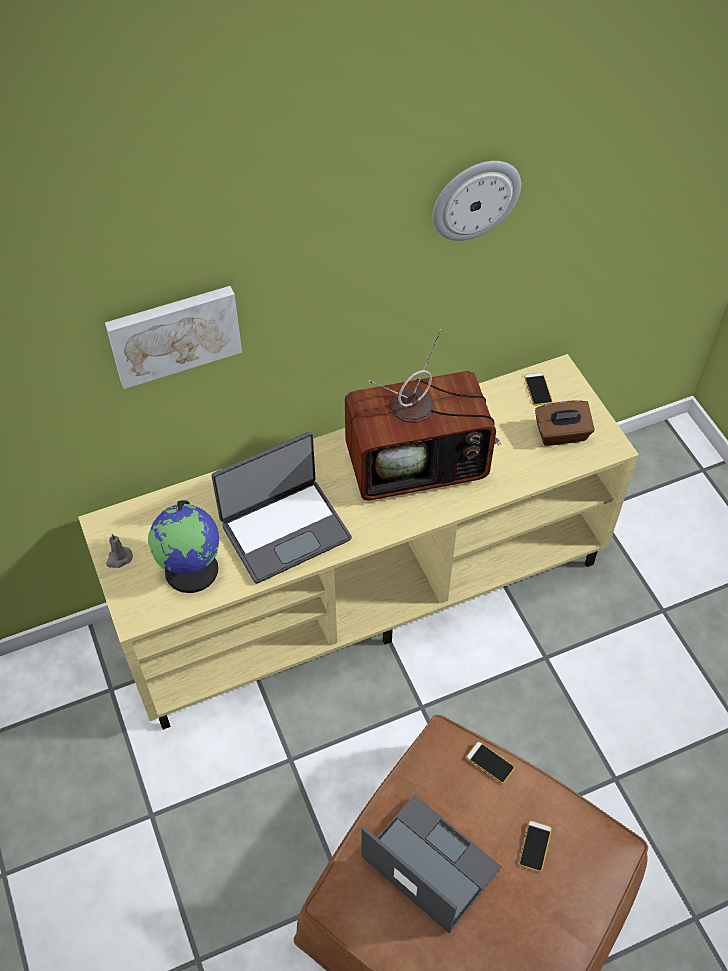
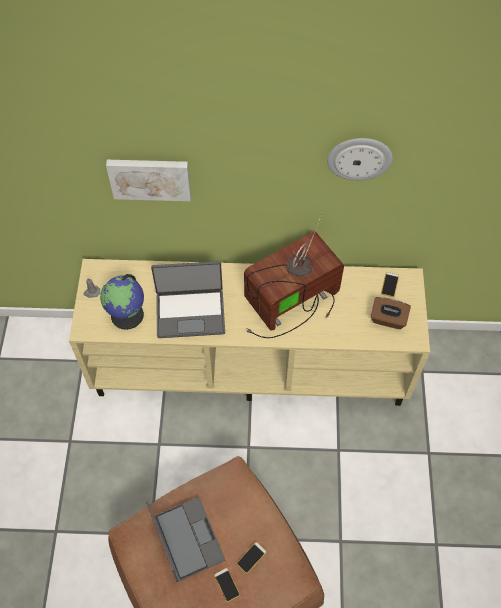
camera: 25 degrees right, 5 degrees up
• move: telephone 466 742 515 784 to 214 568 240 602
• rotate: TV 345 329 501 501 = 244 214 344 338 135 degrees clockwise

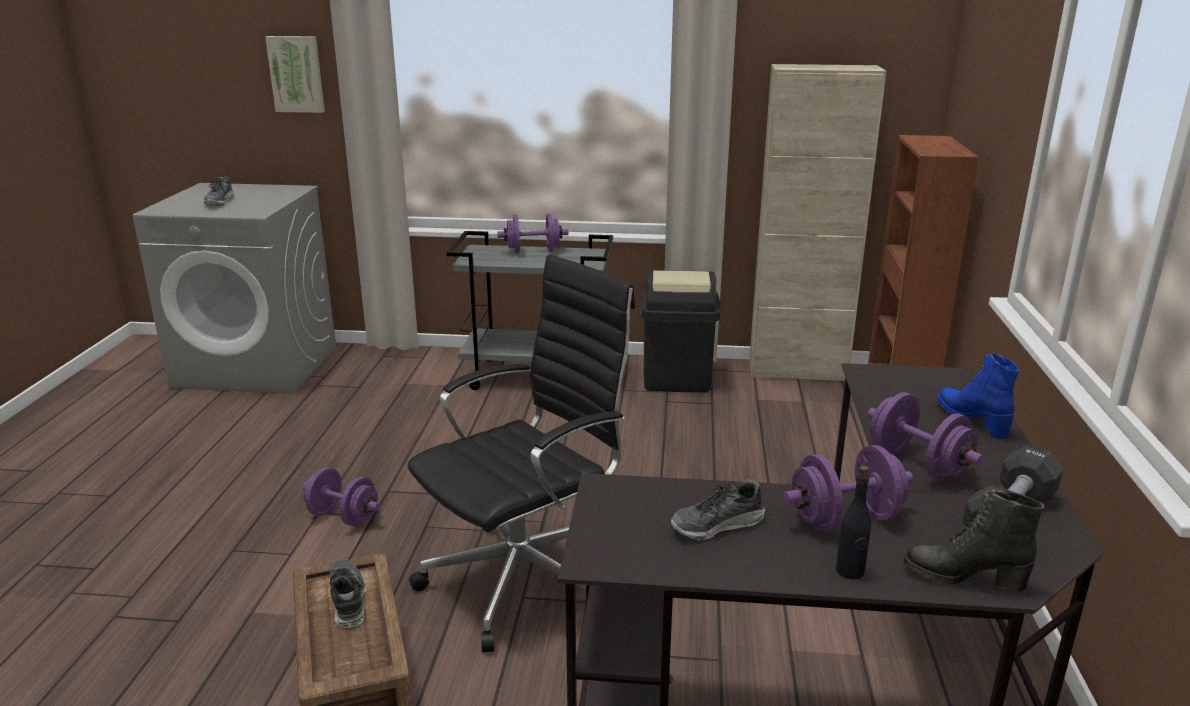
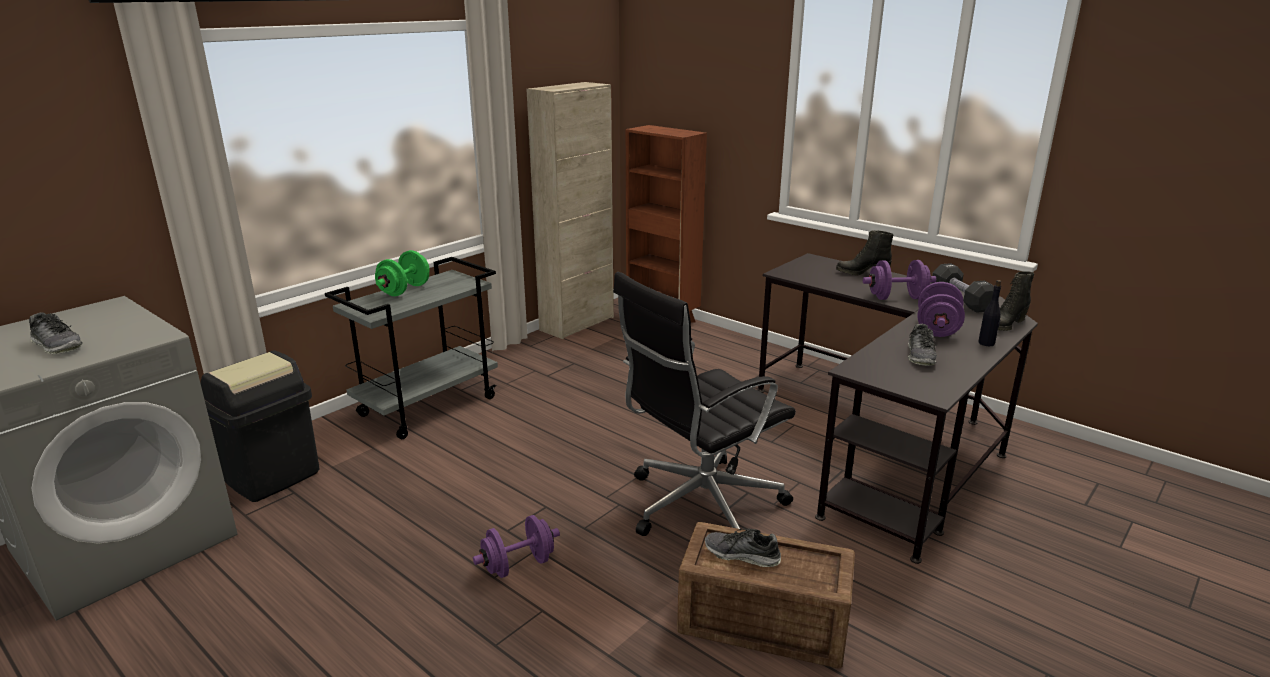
camera: 55 degrees left, 0 degrees up
• delete: picture 265 36 325 113
• move: trash can (black) 640 270 720 392 to 200 350 320 502
• recolor: free weight (purplish) 497 213 569 253 to free weight (greenish) 375 250 429 296
• recolor: high-top boot (blue) 937 353 1019 439 to high-top boot (black) 836 230 894 275
• rotate: computer chair (black) 408 255 635 652 = 613 272 796 536 120 degrees counterclockwise

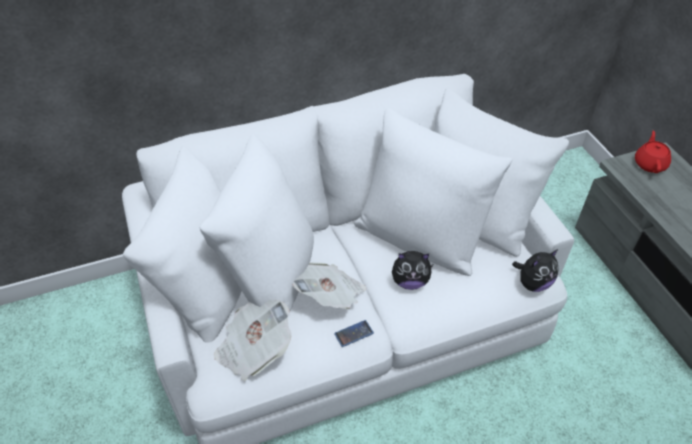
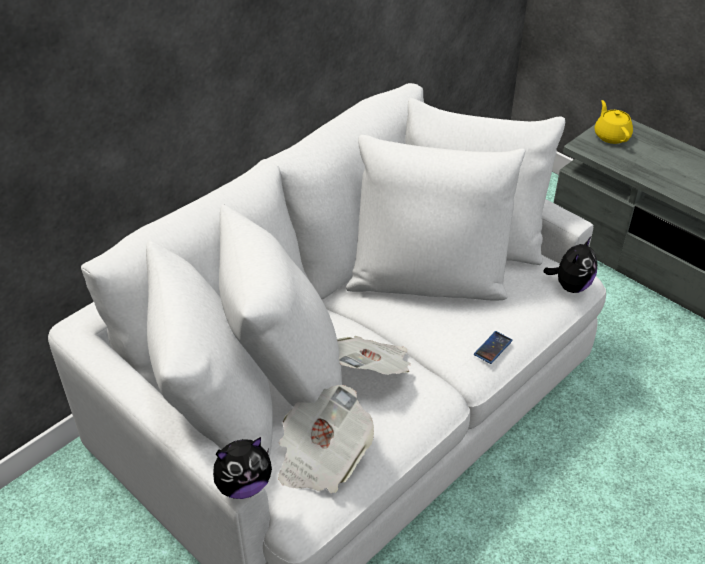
camera: 25 degrees left, 5 degrees down
• move: telephone 334 320 374 347 to 474 331 512 364
• move: plush toy 392 251 433 290 to 213 437 272 499
• recolor: pot for tea (red) 635 130 671 173 to pot for tea (yellow-coloured) 595 100 633 144

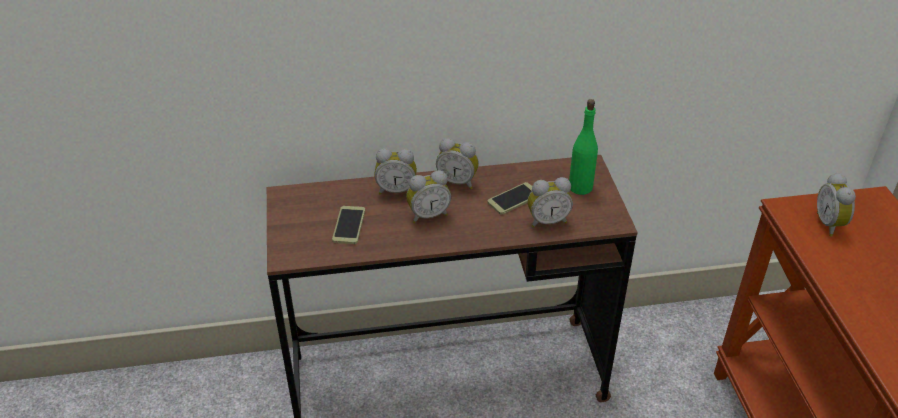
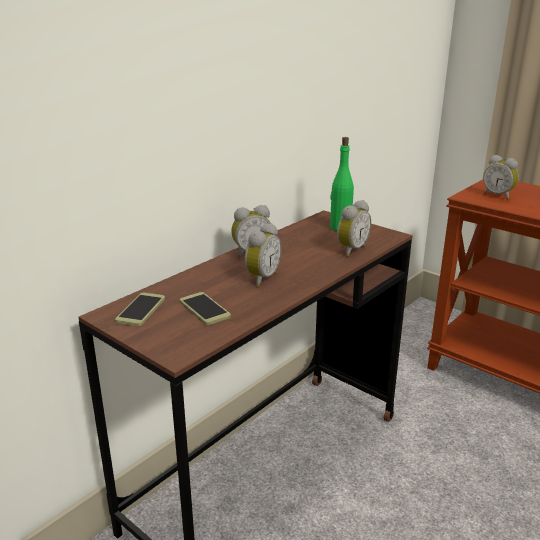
camera: 40 degrees left, 15 degrees down
• delete: alarm clock 374 148 417 194
• move: telephone 487 182 532 215 to 115 293 165 326

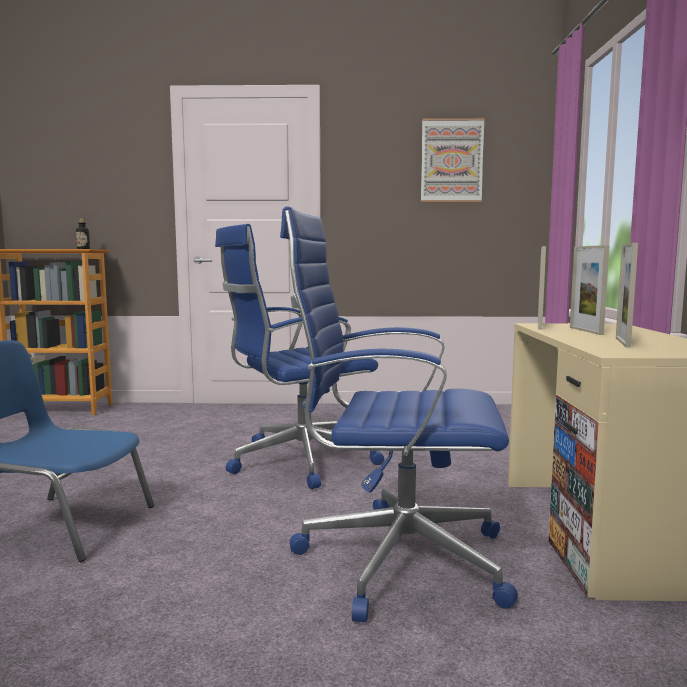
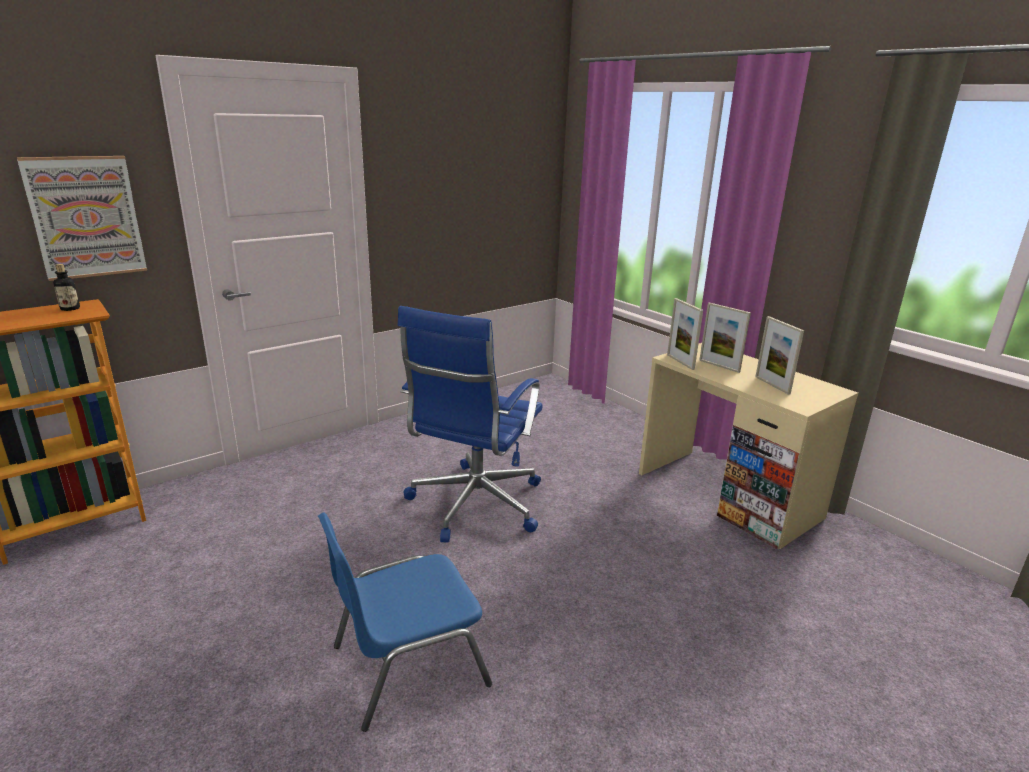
camera: 40 degrees left, 15 degrees up
• delete: computer chair (blue) 280 206 518 622
• move: picture 421 118 485 202 to 17 156 147 281

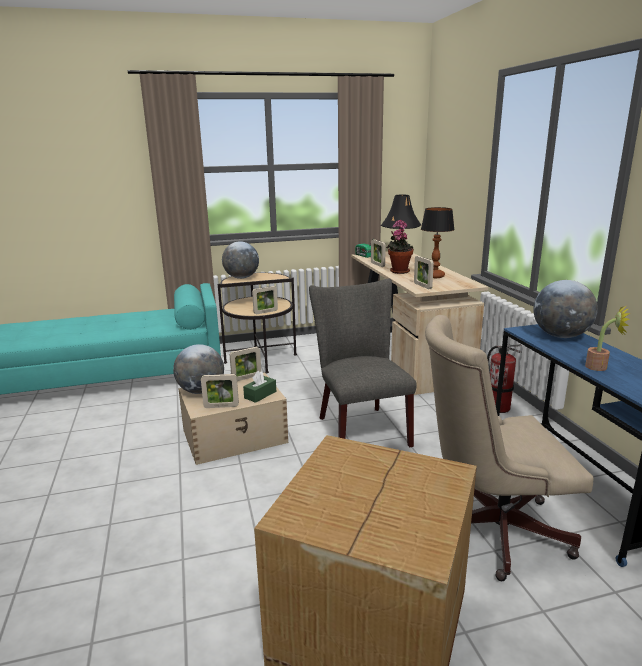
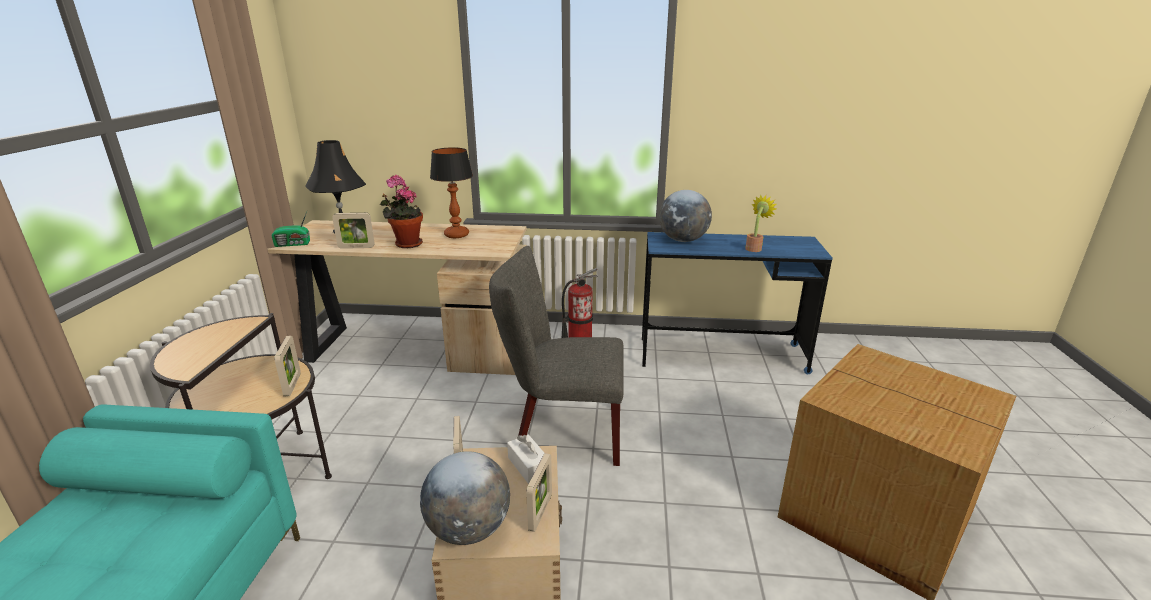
camera: 70 degrees left, 5 degrees up
• delete: world globe 222 241 259 279
• delete: standing frame 414 256 434 289
• delete: computer chair (beige-coloured) 425 315 594 581
• recolor: tissue box (greenish) 243 371 276 403 to tissue box (whitish) 507 435 544 484

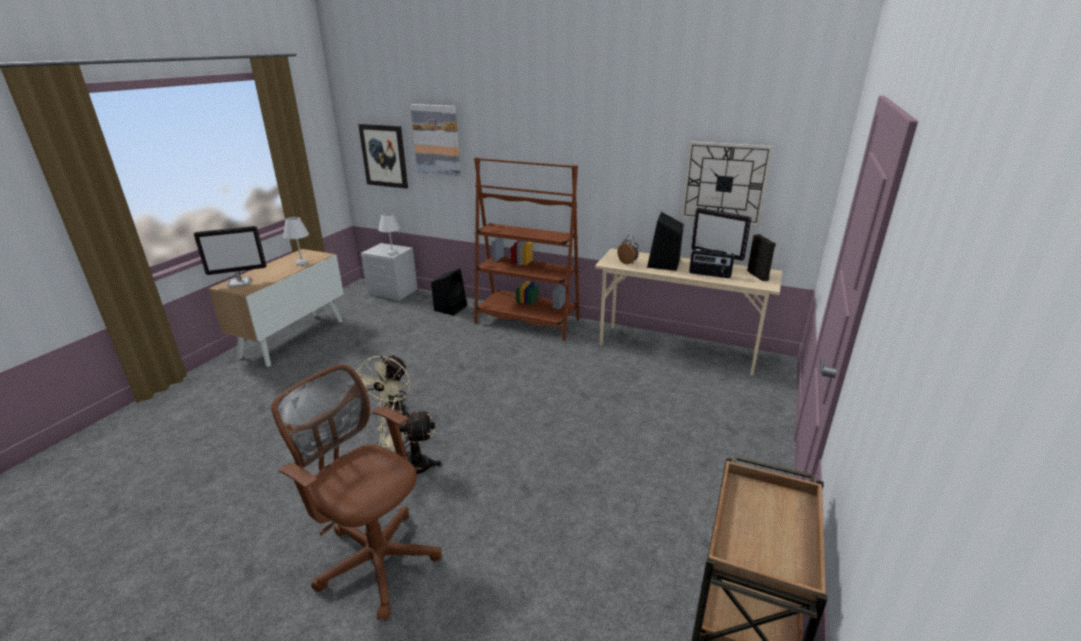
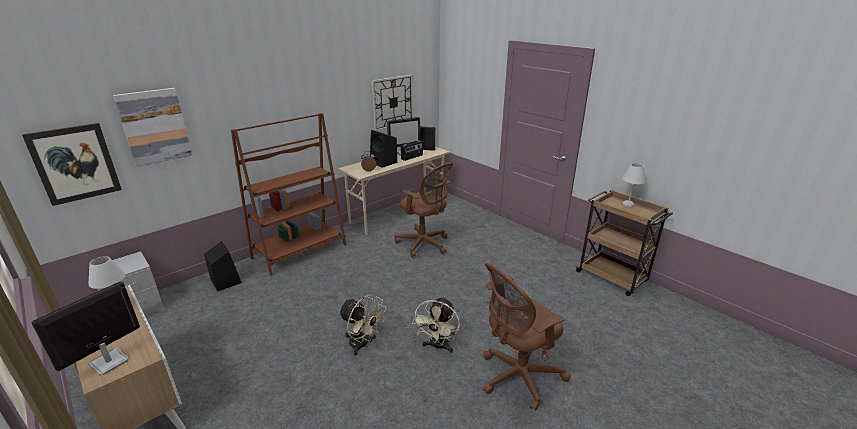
camera: 65 degrees left, 0 degrees up
• insert: computer chair (brownish) 394 163 453 257
• move: tabletop lamp (whitish) 378 213 400 255 to 622 163 646 207
• rotate: computer display 194 226 267 287 = 31 281 140 376 150 degrees counterclockwise

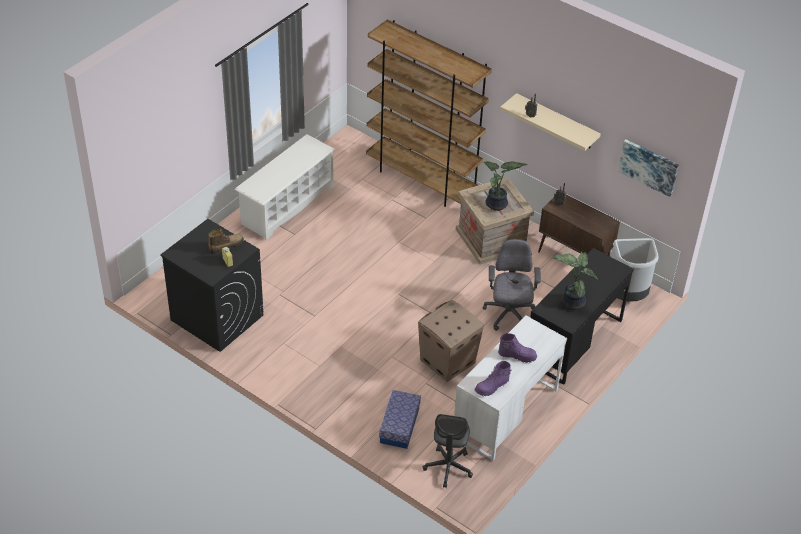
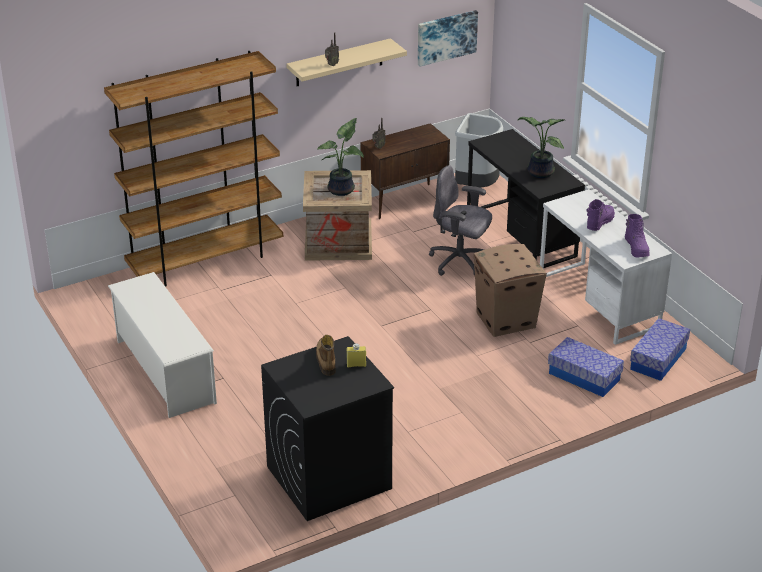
camera: 65 degrees left, 10 degrees down
• replace: computer chair (gray) 423 414 473 488 to storage container 630 318 690 381

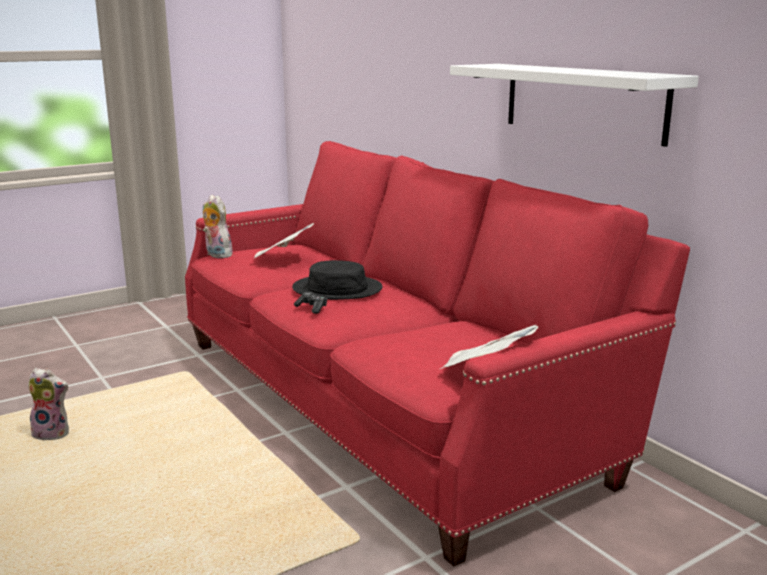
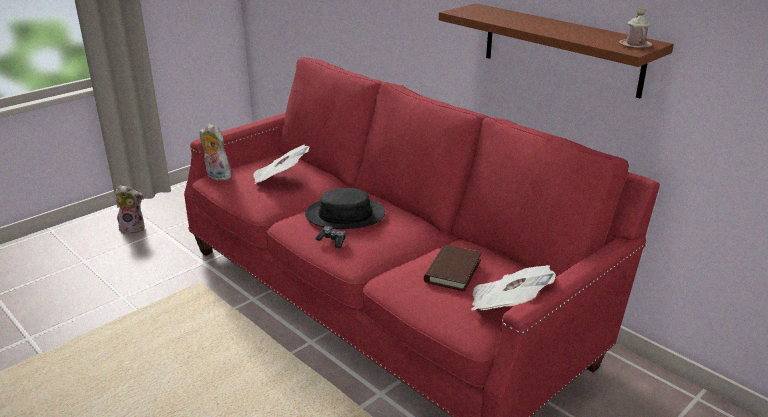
camera: 10 degrees left, 10 degrees up
• insert: bound book (brownish) 424 245 482 291
• insert: coffee mug (pink) 619 7 653 48
• move: plush toy 28 368 69 440 to 115 185 144 234
• recolor: shelf (whitish) 450 64 699 147 to shelf (brownish) 439 3 674 98

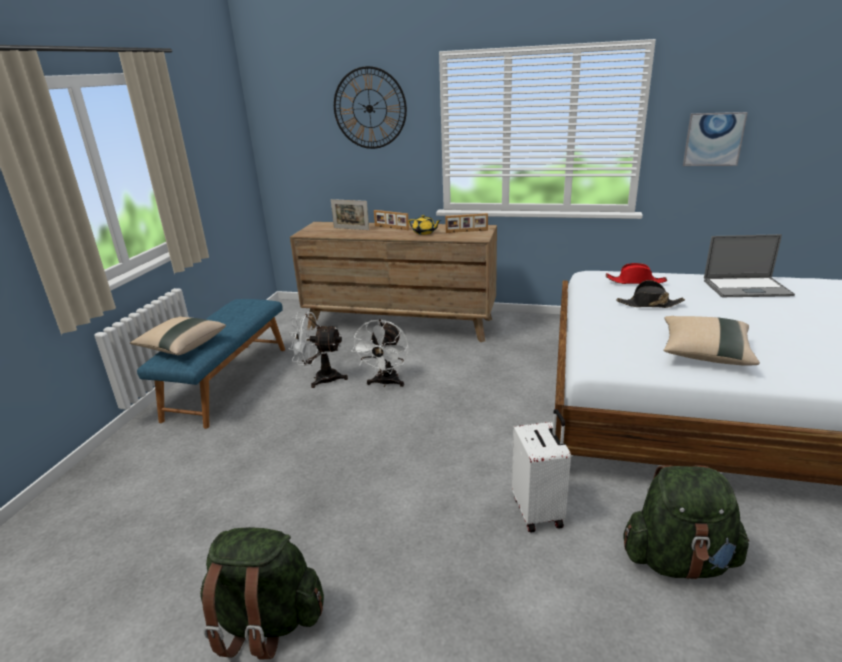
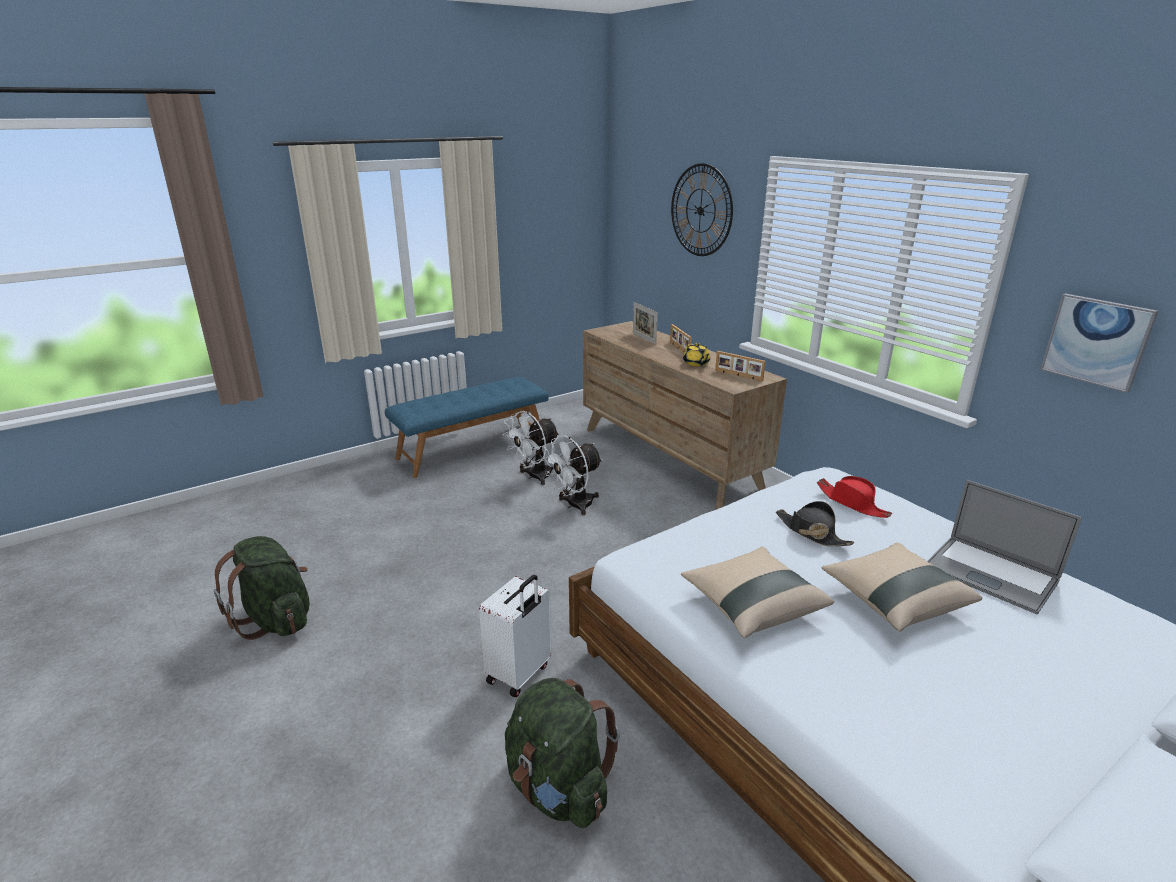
camera: 40 degrees right, 0 degrees up
• move: throw pillow (beige-coloured) 130 316 226 355 to 822 543 982 632
• rotate: fan (whitish) 288 312 348 388 = 504 411 559 485 90 degrees counterclockwise

